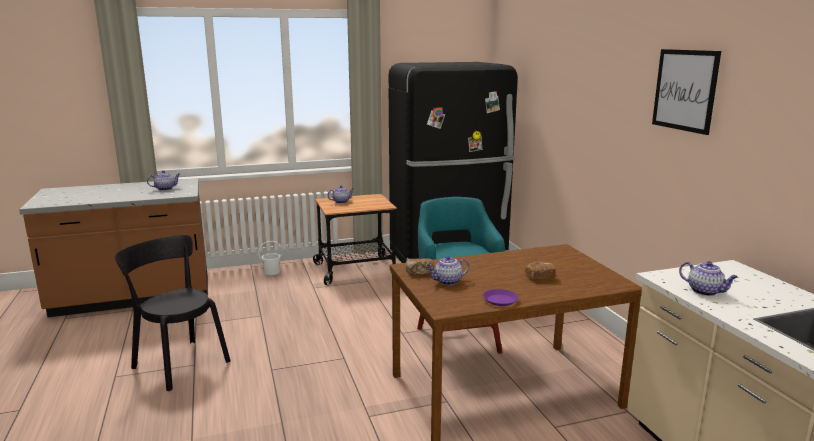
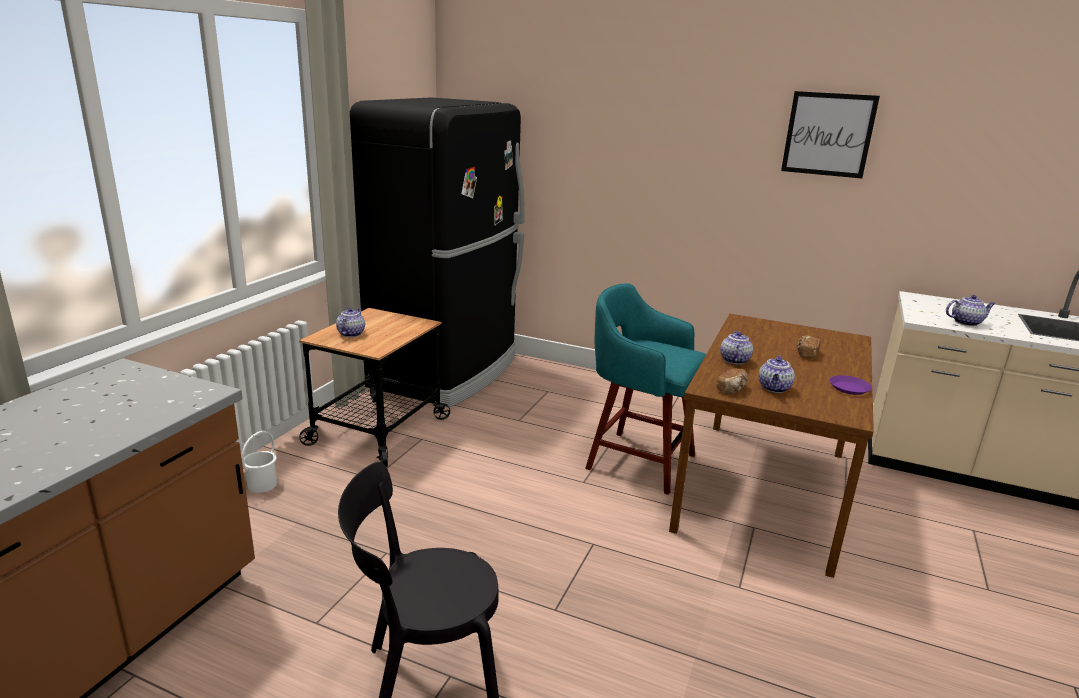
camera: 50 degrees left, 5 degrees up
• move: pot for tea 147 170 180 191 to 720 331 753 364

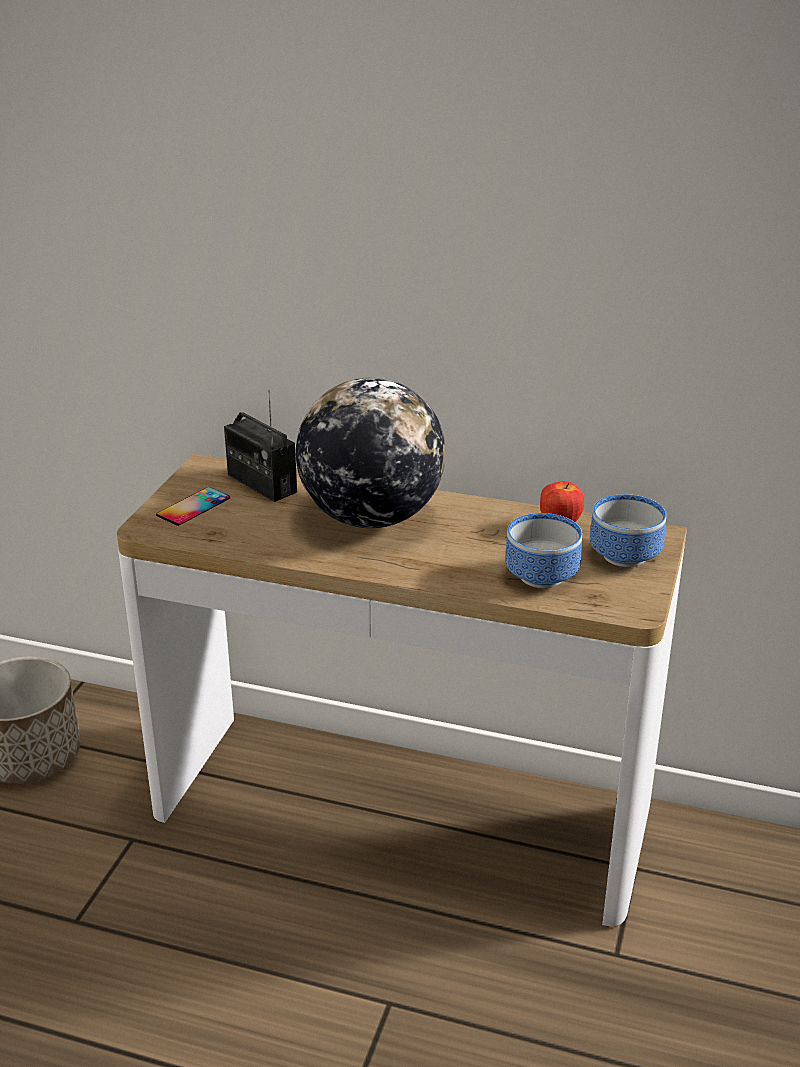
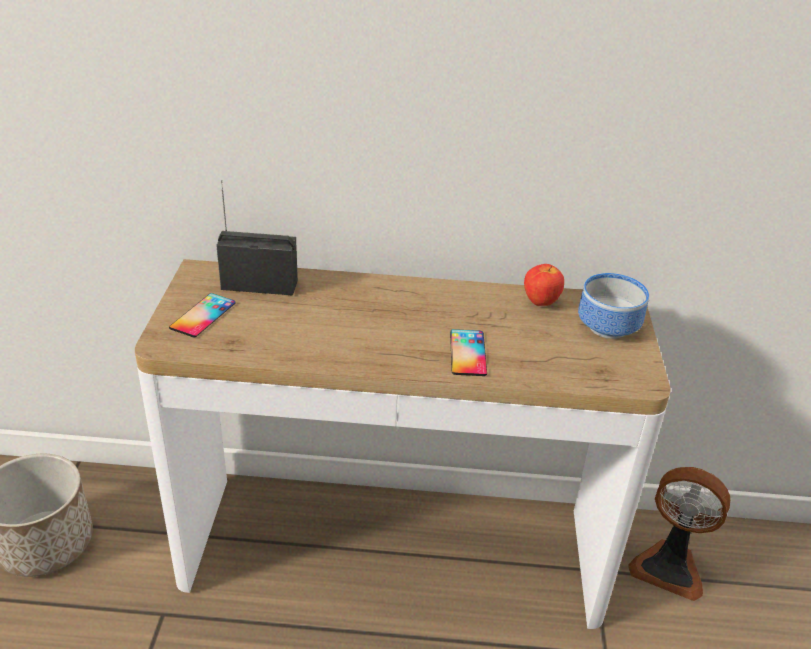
camera: 15 degrees left, 5 degrees up
• delete: world globe 296 377 446 528
• delete: bowl 505 513 582 588
• insert: telephone 450 329 487 376
• insert: fan 628 467 730 601
• rotate: radio set 224 390 297 502 = 216 180 298 296 150 degrees clockwise

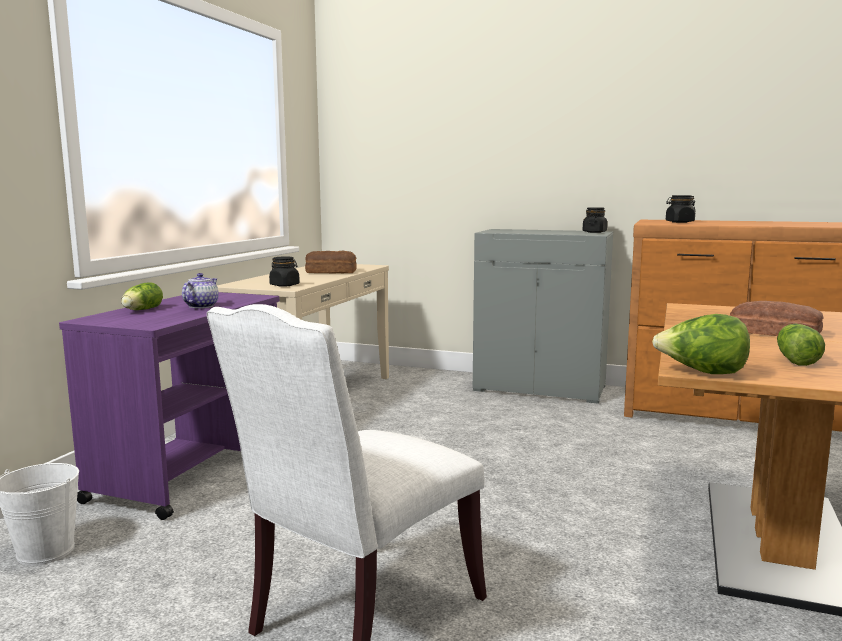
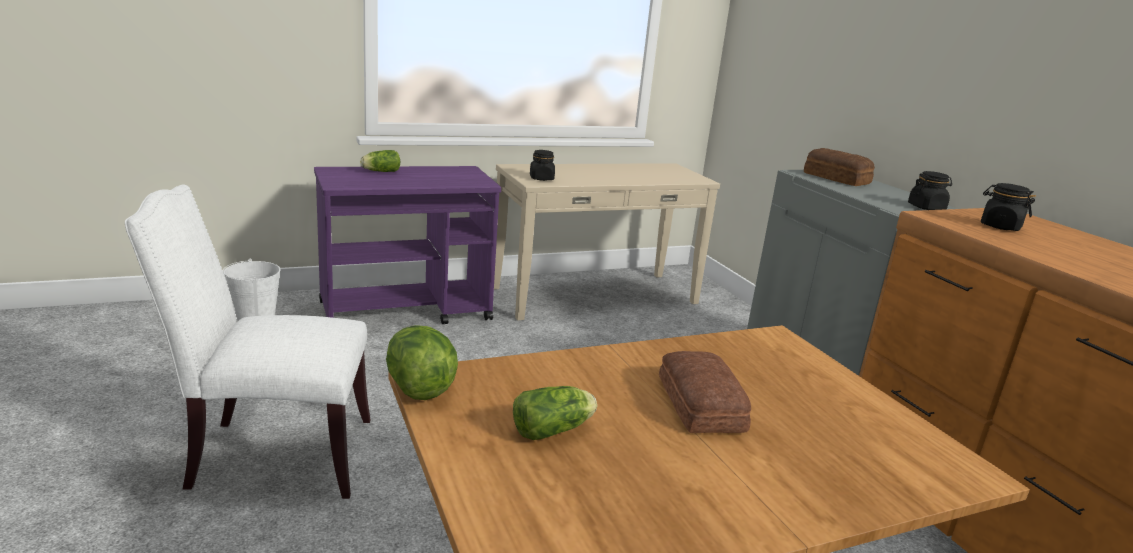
camera: 45 degrees right, 10 degrees up
• delete: pot for tea 182 273 219 308
• move: bread 305 250 357 273 to 804 148 875 186

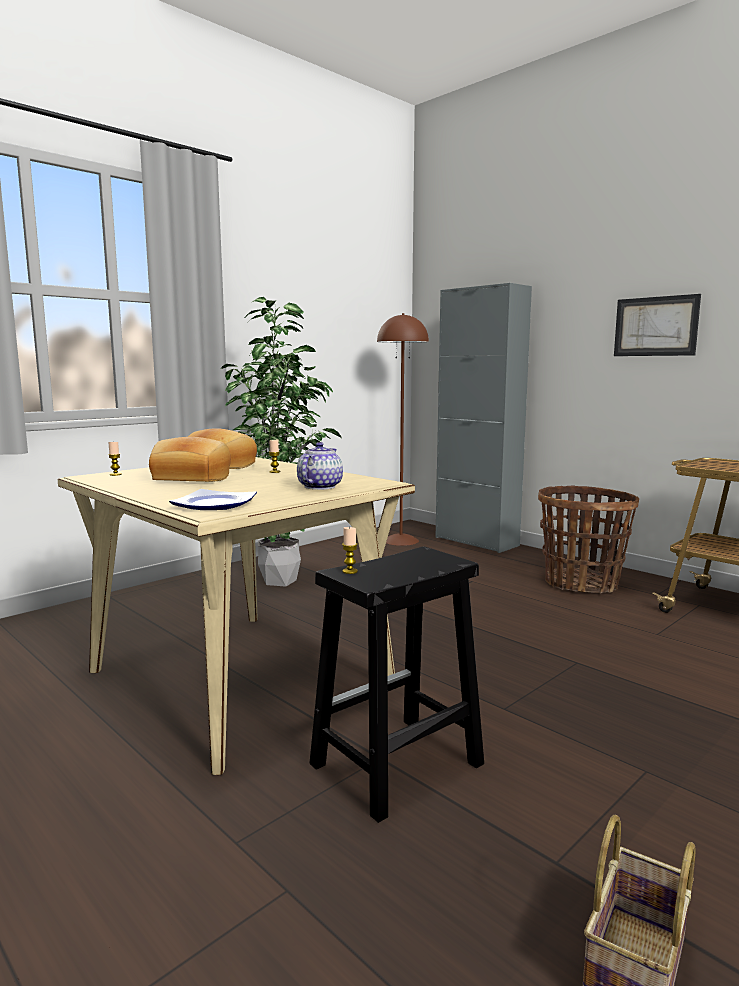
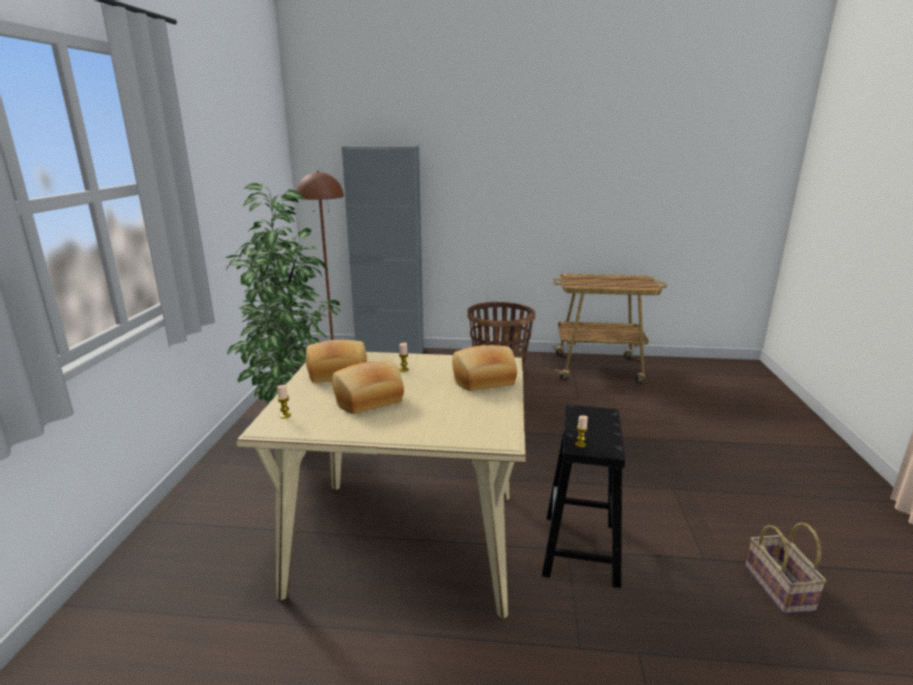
camera: 40 degrees left, 10 degrees up
• delete: flat dish 169 489 257 510
• delete: picture 614 294 701 356
• replace: pot for tea 297 442 343 490 to bread 452 345 517 391

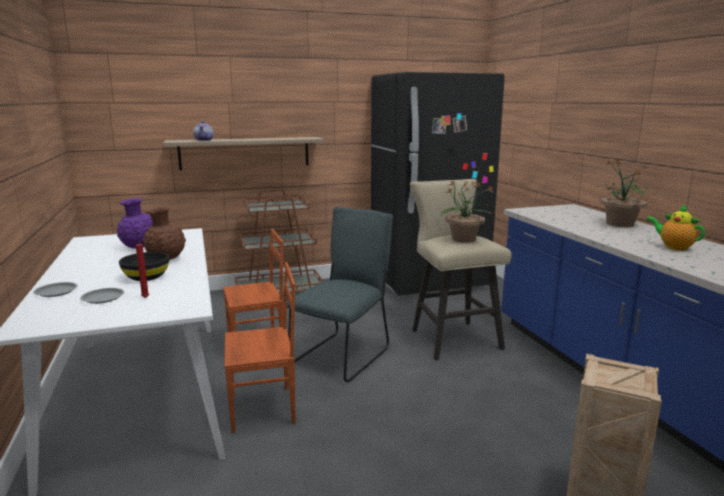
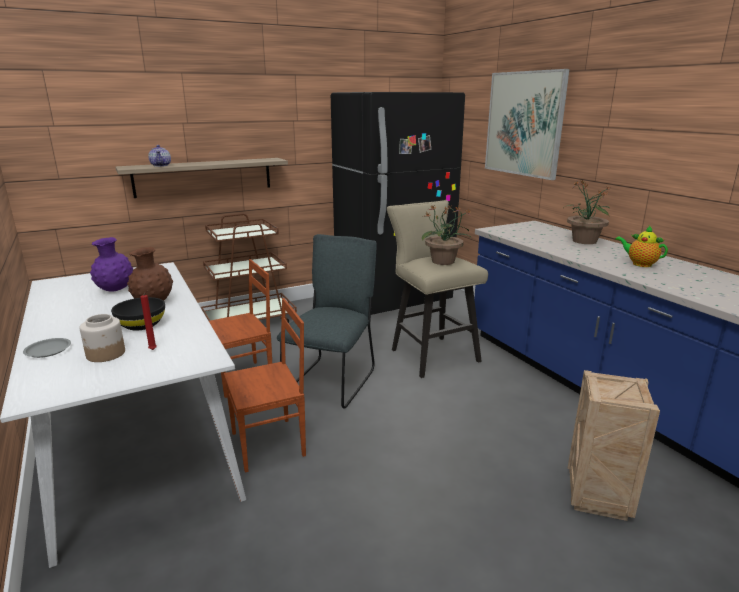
camera: 10 degrees left, 5 degrees up
• insert: picture 485 69 570 180
• replace: flat dish (gray) 80 288 124 304 to jar 80 314 125 362

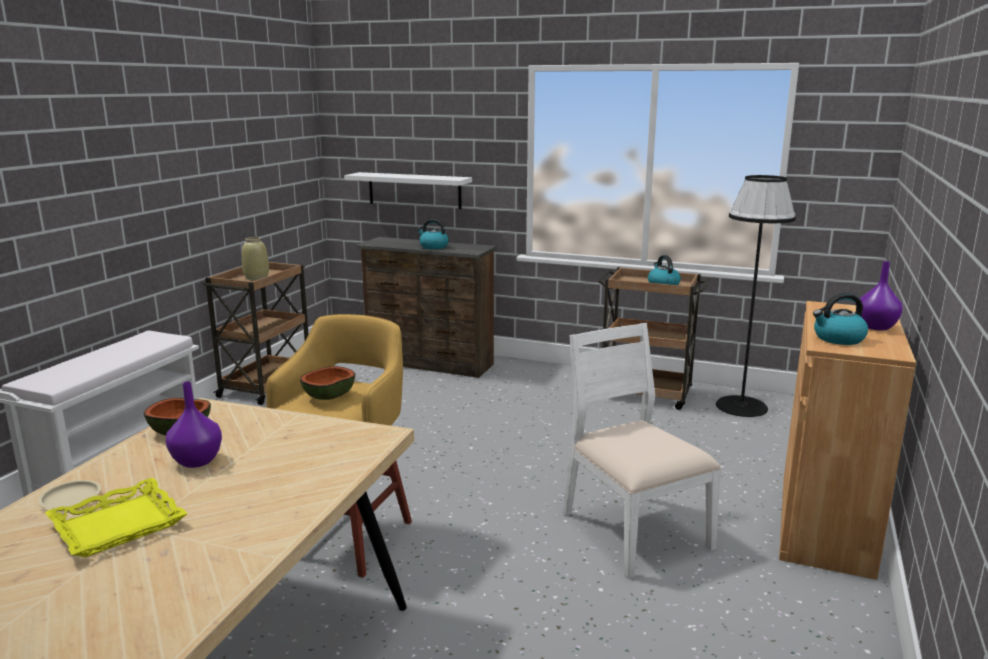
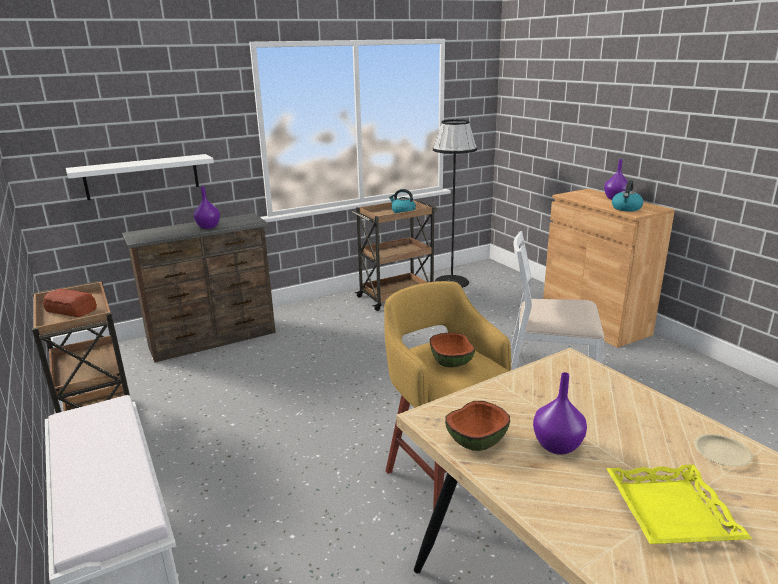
camera: 50 degrees left, 5 degrees up
• move: flat dish (beige-coloured) 38 480 101 509 to 694 434 752 467
• replace: vase (beige-coloured) 242 237 269 280 to bread 43 289 97 317
• replace: tea kettle 417 219 449 249 to vase (purplish) 194 186 220 229

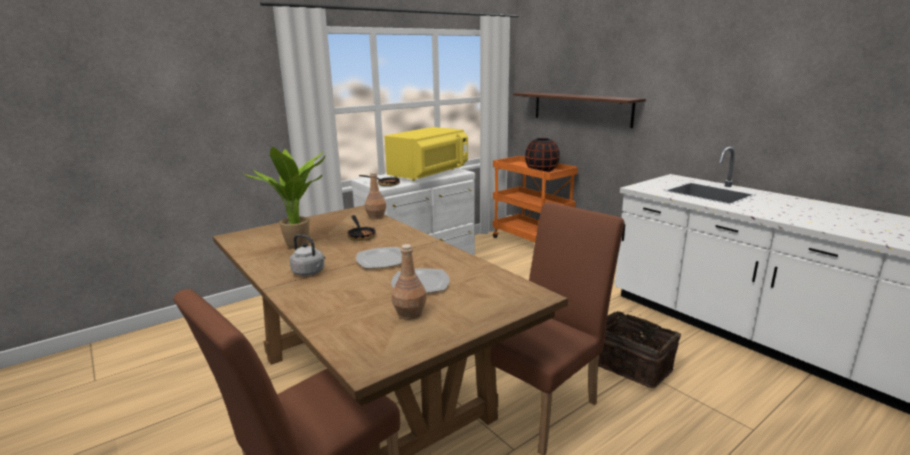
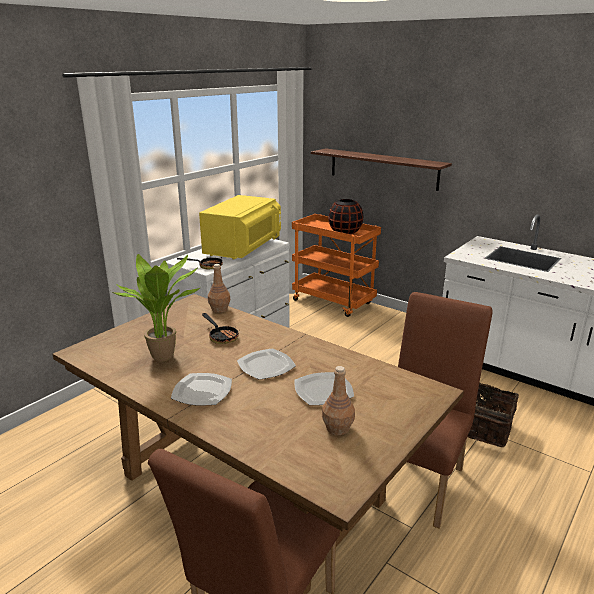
camera: 15 degrees left, 5 degrees up
• replace: tea kettle (gray) 290 234 325 276 to flat dish 171 373 232 406

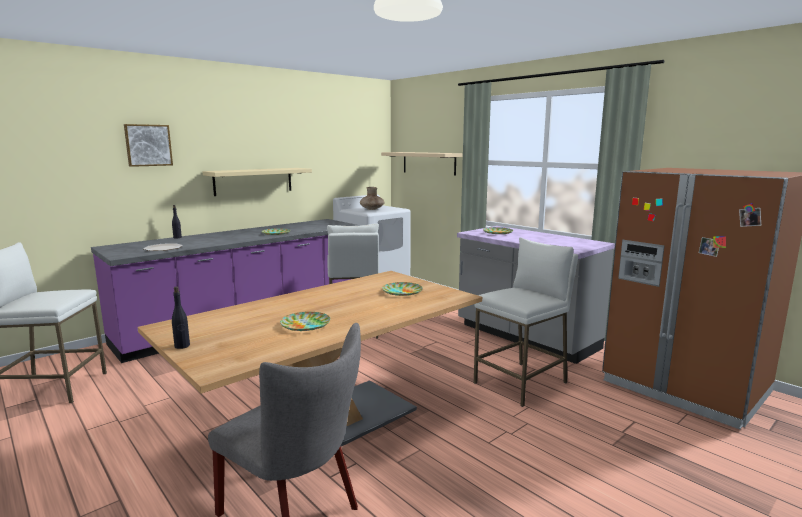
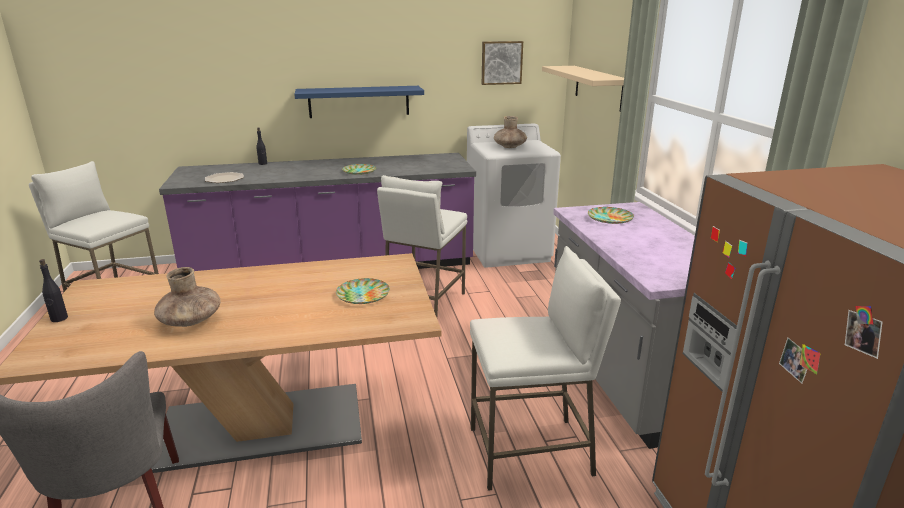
camera: 30 degrees right, 10 degrees up
• move: picture 124 124 173 167 to 482 41 523 85
• replace: flat dish 280 312 330 331 to vase (brownish) 154 267 220 327
• recolor: shelf (beige-coloured) 202 168 312 196 to shelf (blue) 294 86 424 118

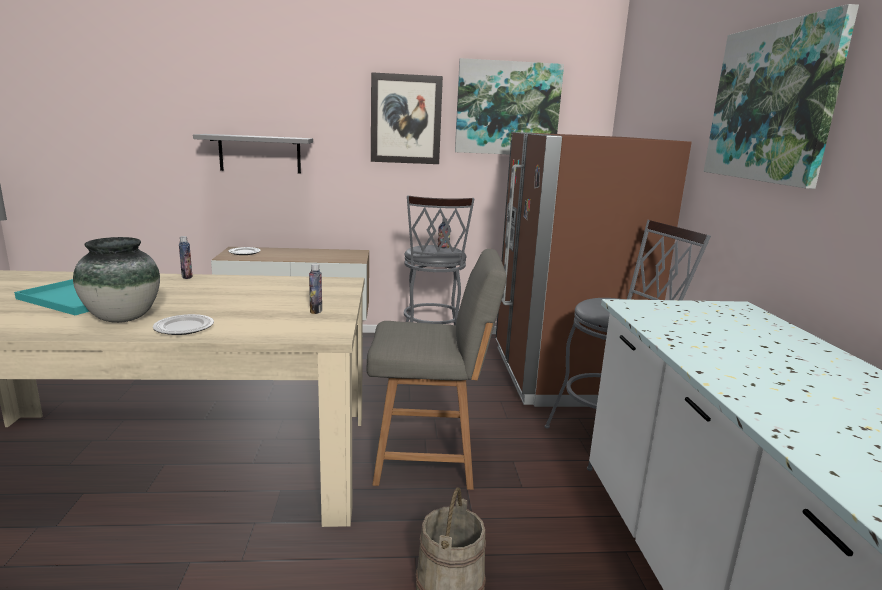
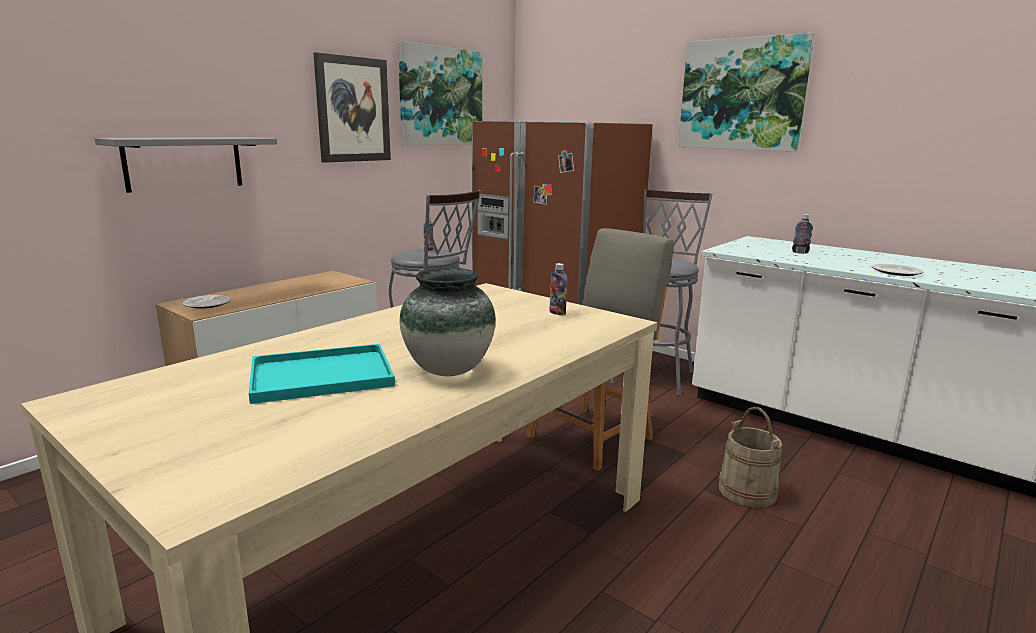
camera: 45 degrees left, 0 degrees up
• move: flat dish 153 314 214 335 to 872 264 924 276
• move: beverage bottle 179 236 193 279 to 792 214 813 254

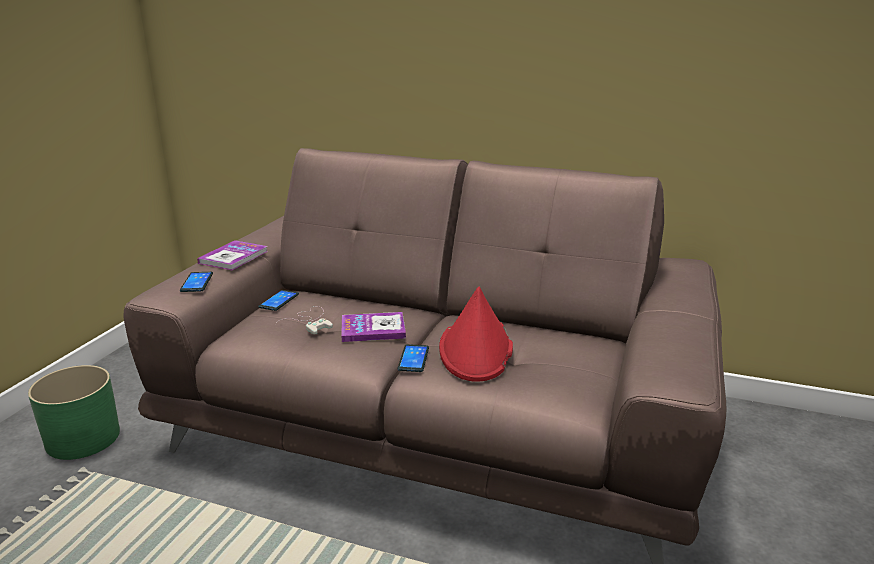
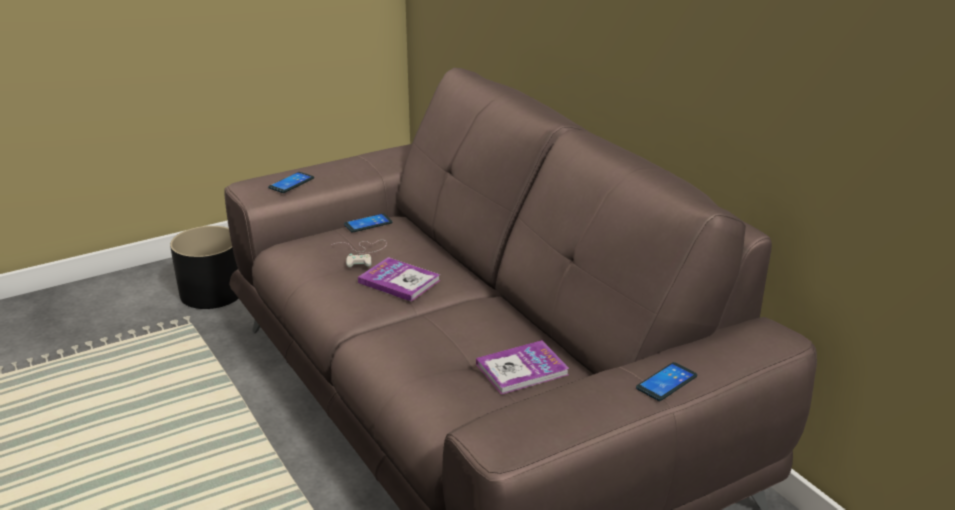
camera: 40 degrees right, 5 degrees up
• delete: clothing hat (red) 439 286 513 382
• move: bound book 197 240 268 270 to 476 340 570 395
• move: telephone 398 344 429 372 to 636 362 697 401
• recolor: planter (greenish) 28 365 120 460 to planter (black) 170 226 239 309

